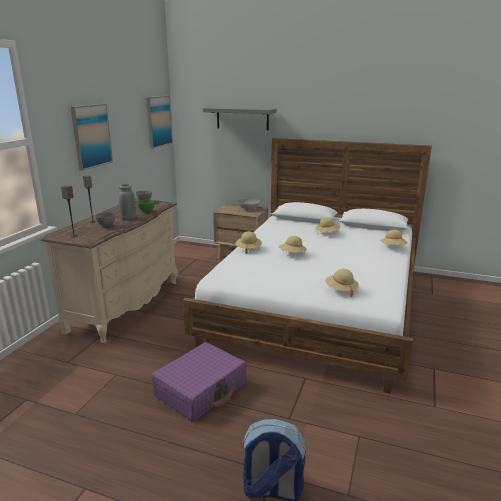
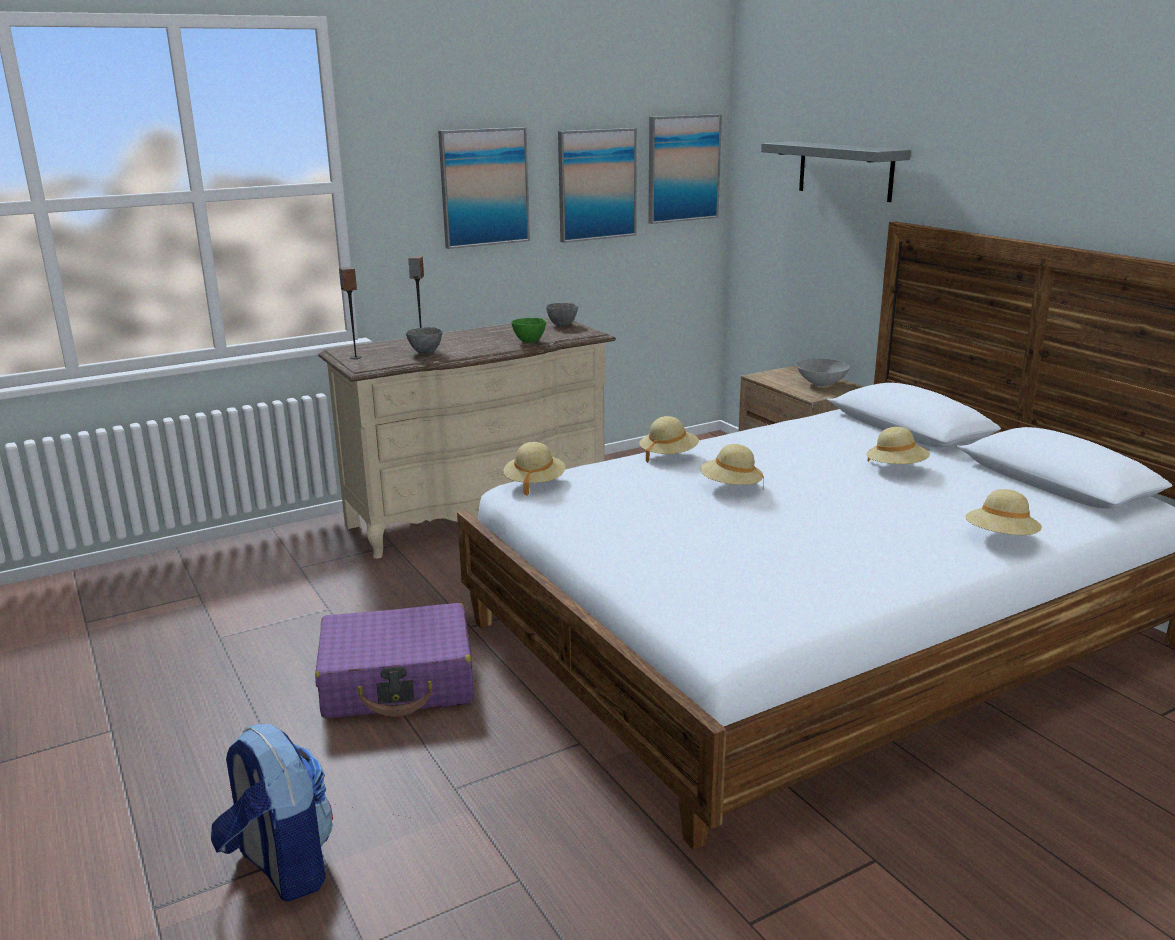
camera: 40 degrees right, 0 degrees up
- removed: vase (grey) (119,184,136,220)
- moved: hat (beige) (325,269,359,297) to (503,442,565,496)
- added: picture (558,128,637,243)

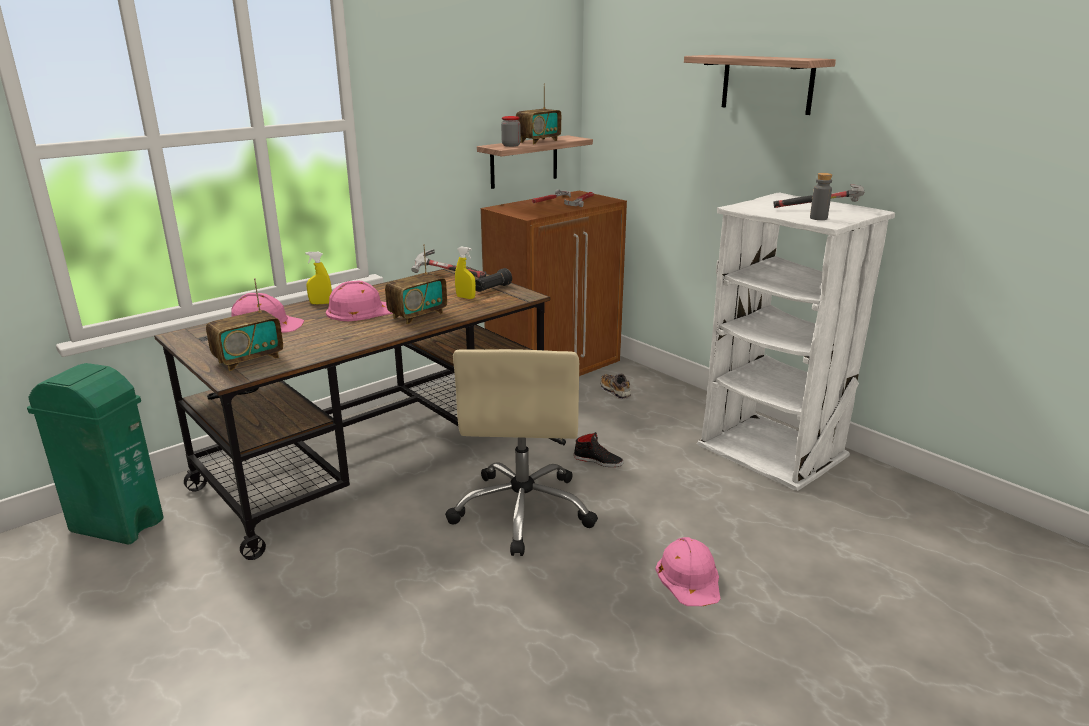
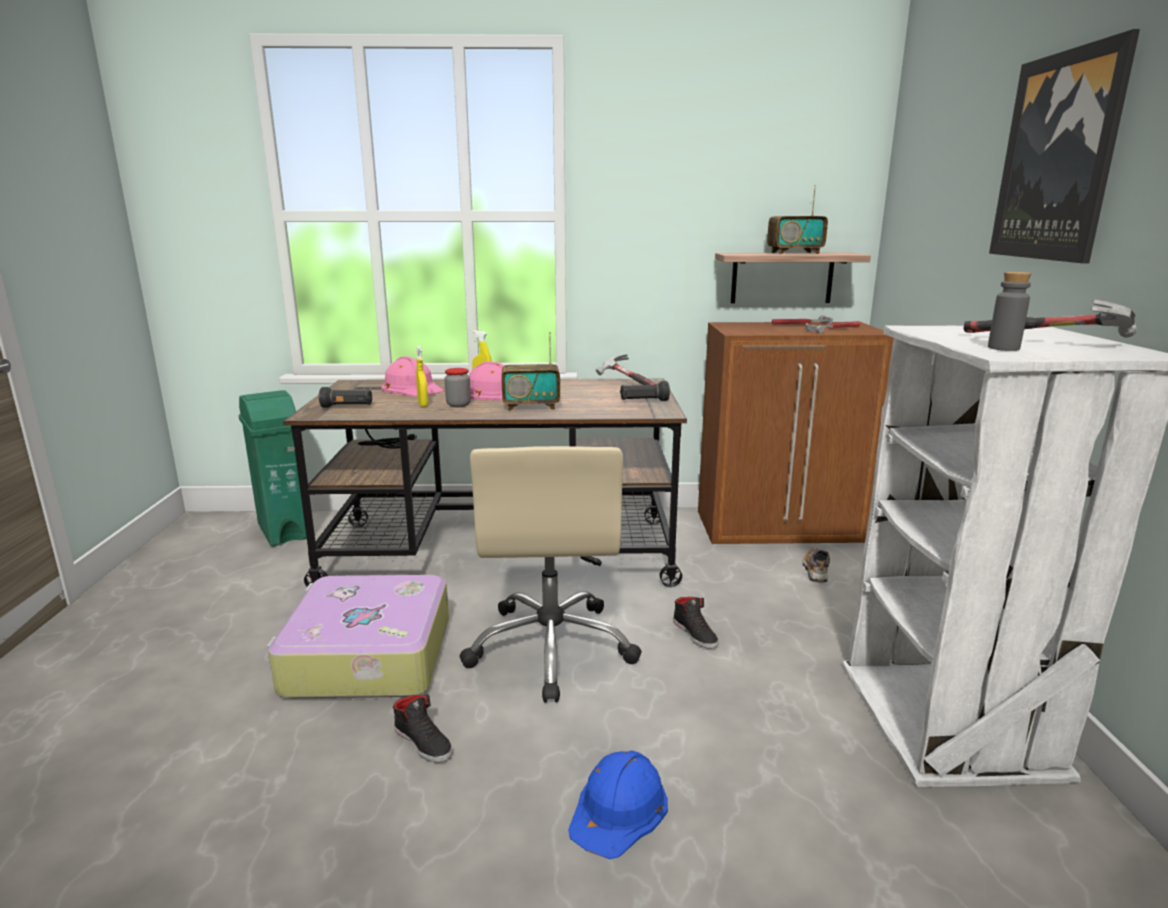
camera: 40 degrees right, 5 degrees down
- replaced: shelf (684,55,836,115) to picture (989,29,1140,264)
- moved: jar (501,116,521,147) to (445,368,471,407)
- moved: spray bottle (yellow) (455,247,476,299) to (416,346,428,407)
- replaced: radio (206,278,283,371) to flashlight (black) (319,387,372,408)
- turned: office chair (beige) (445,349,598,556) = (460,446,642,703) 45 degrees counterclockwise
- recoloured: hard hat (pink) (656,537,720,606) to hard hat (blue) (568,750,668,859)
- added: suitcase (267,575,449,698)
- added: shoe (black) (393,695,452,762)

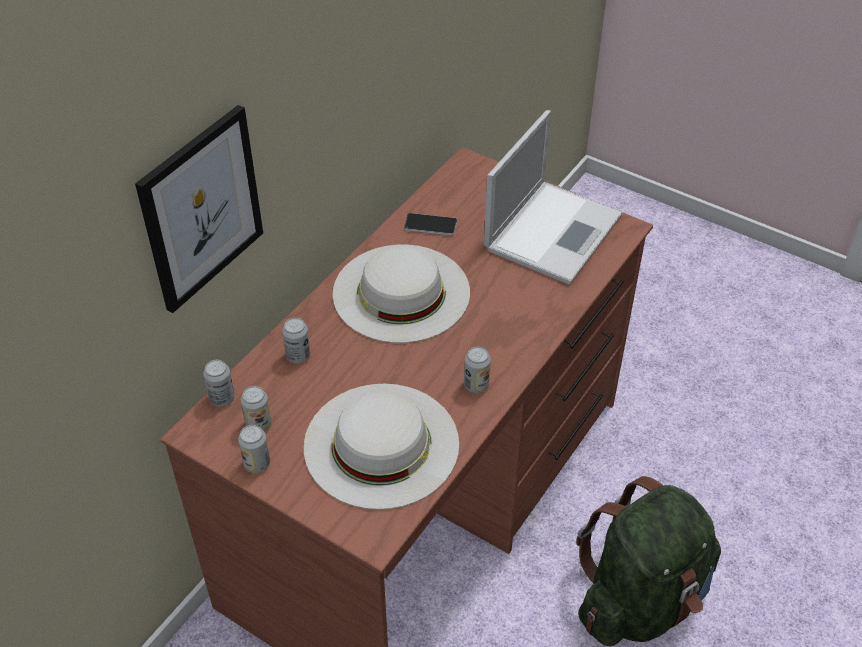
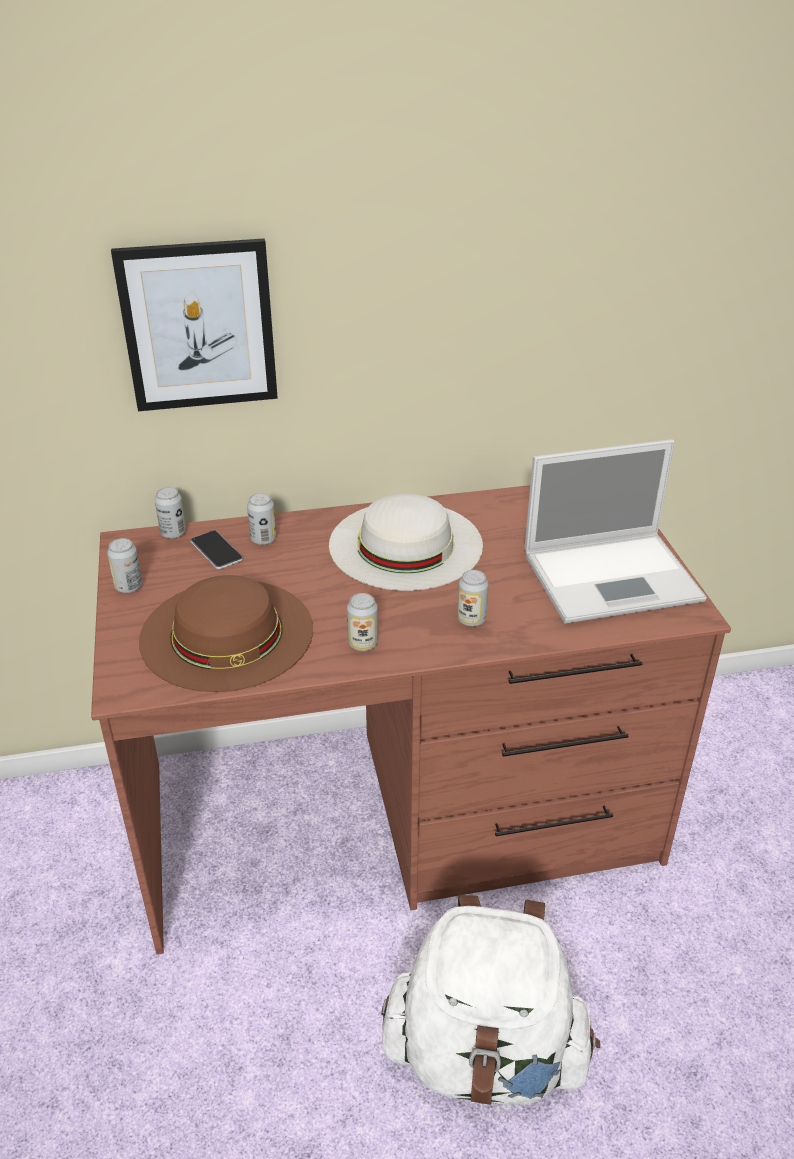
camera: 45 degrees right, 10 degrees down
- moved: phone (404,213,457,236) to (191,530,243,569)
- recoloured: hat (white) (304,384,459,510) to hat (brown) (139,575,313,692)
- moved: can (241,386,272,432) to (457,570,489,626)
- recoloured: backpack (green) (576,476,721,646) to backpack (white) (381,895,600,1105)

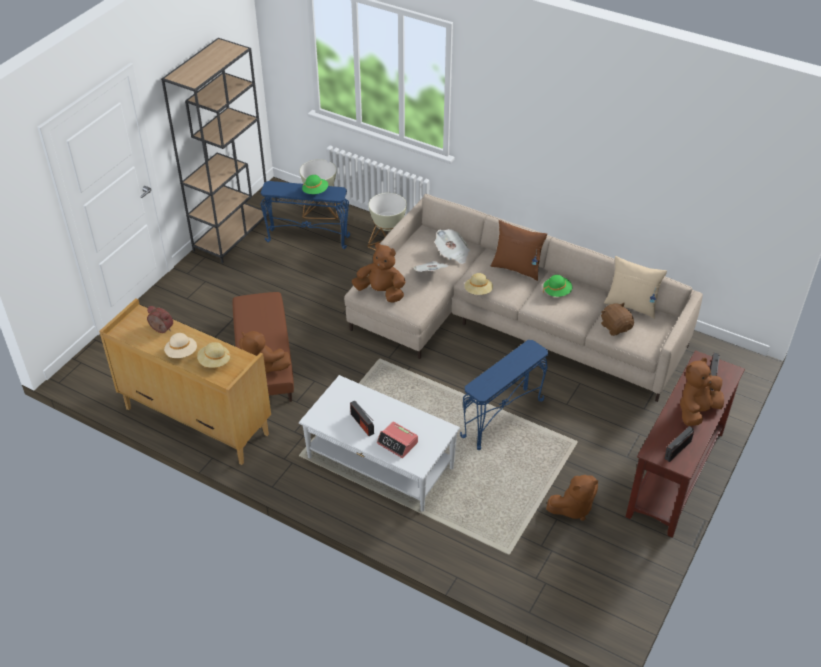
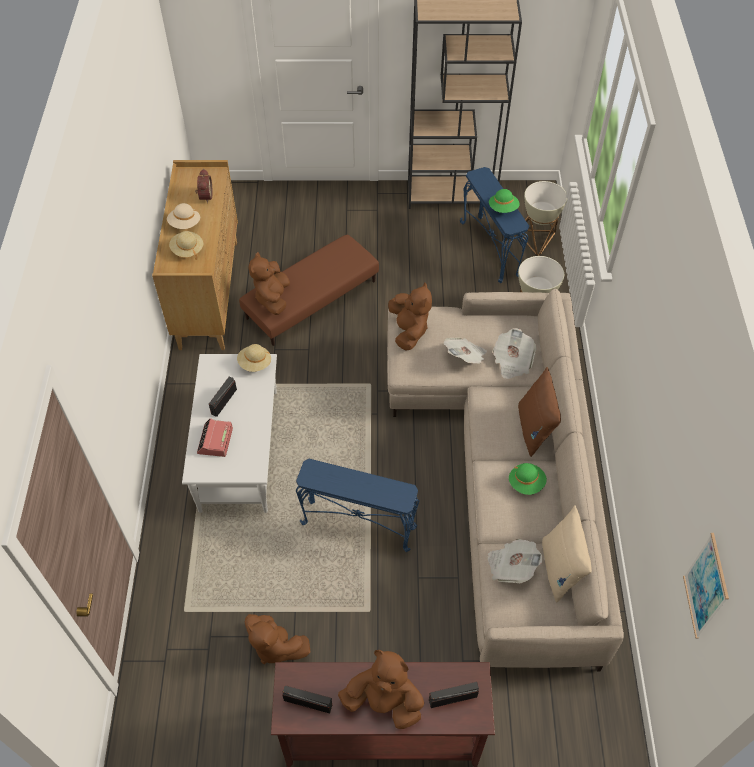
camera: 60 degrees right, 10 degrees up
- moved: hat (beige) (465,273,493,295) to (237,344,271,372)
- replaced: plush toy (brown) (601,303,634,336) to newspaper (487,539,542,584)
- added: picture (683,533,729,638)

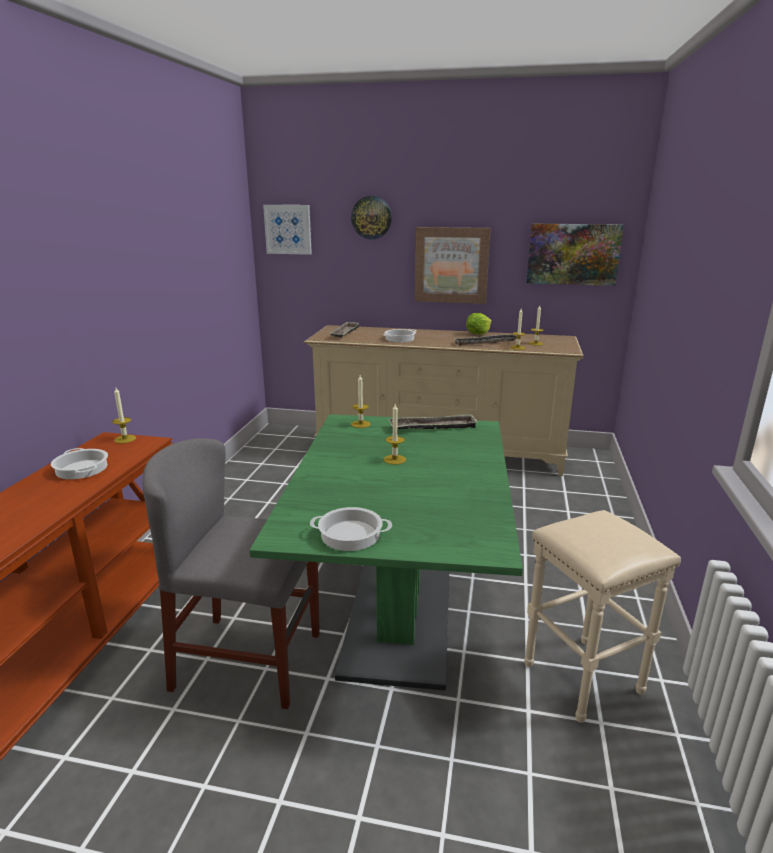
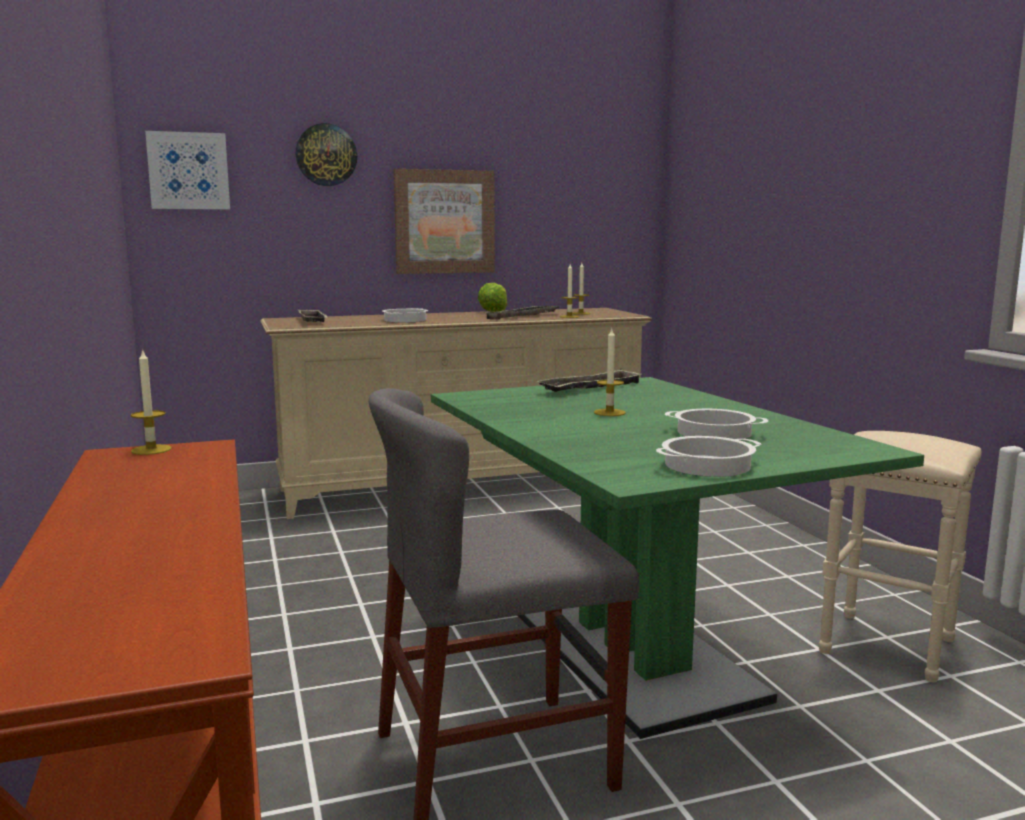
camera: 30 degrees left, 10 degrees down
- removed: picture (526,223,624,286)
- removed: candle (351,375,371,428)
- moved: cooking pot (51,448,108,479) to (665,409,768,439)

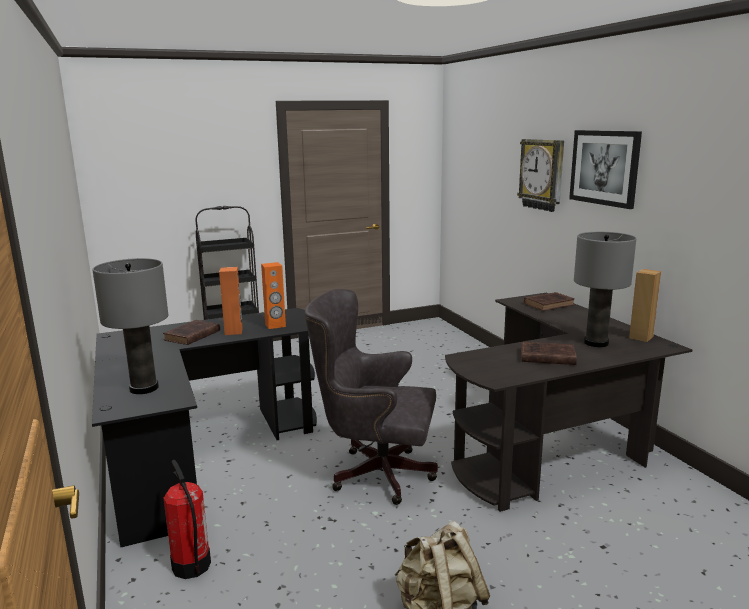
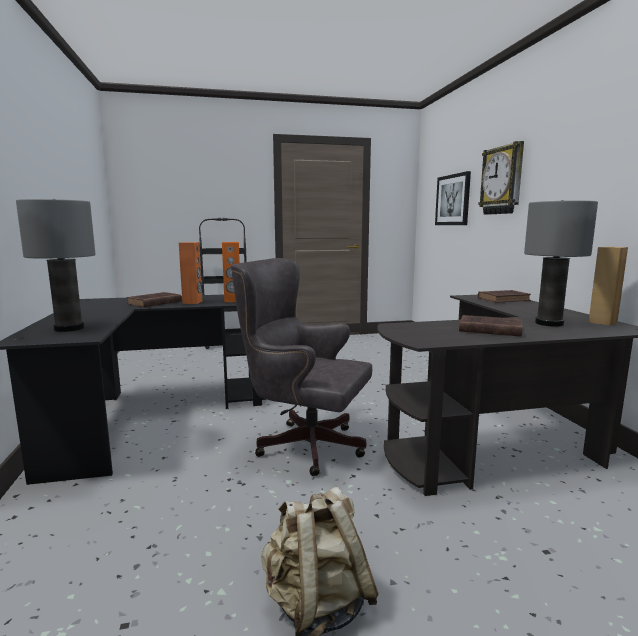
camera: 10 degrees right, 5 degrees down
- moved: picture (569,130,642,209) to (435,171,471,225)
- removed: fire extinguisher (163,460,211,579)

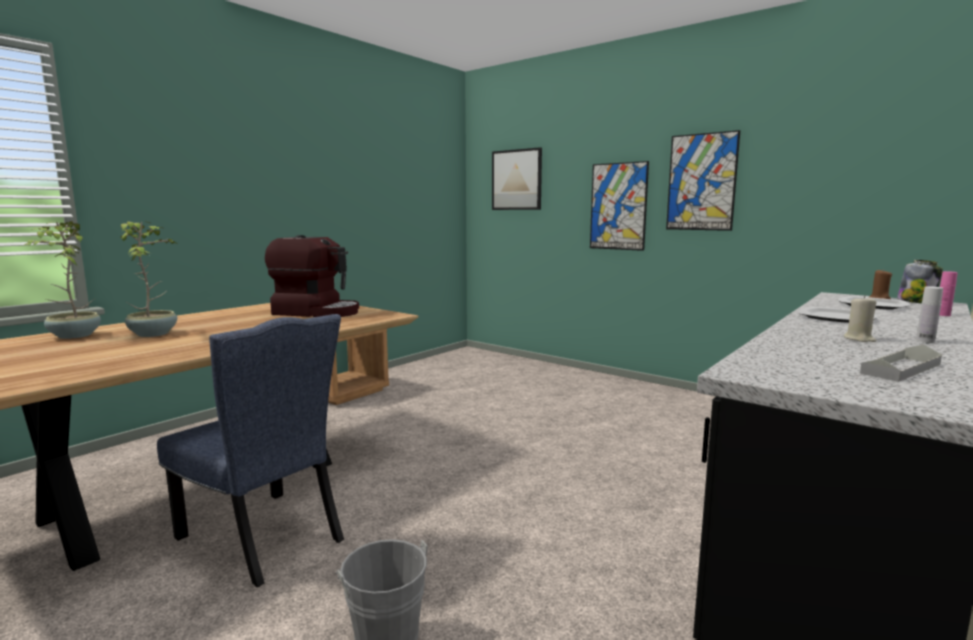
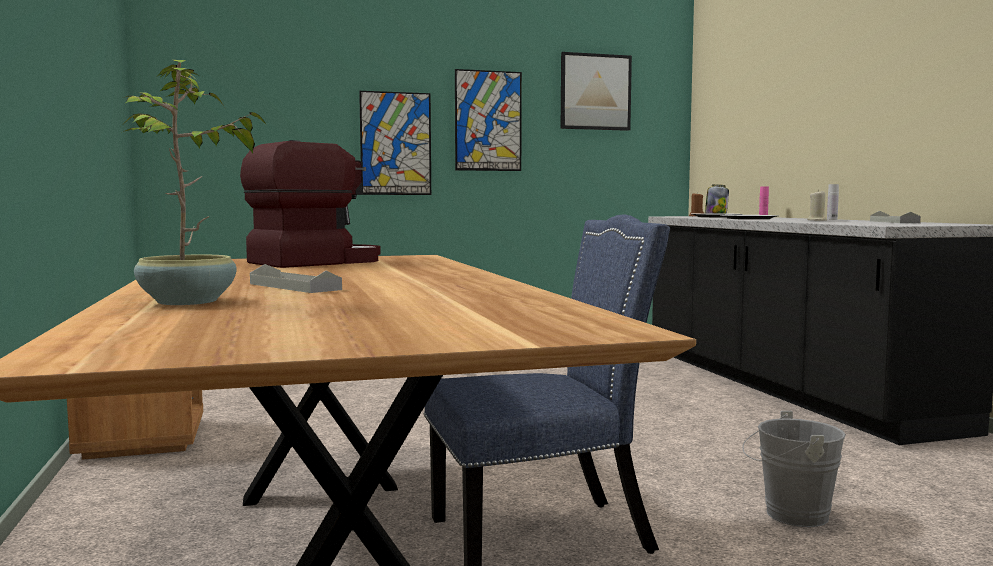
camera: 55 degrees left, 5 degrees down
- moved: picture (492,147,542,210) to (561,52,632,131)
- replaced: potted plant (121,221,177,337) to tray (grey) (250,264,342,293)

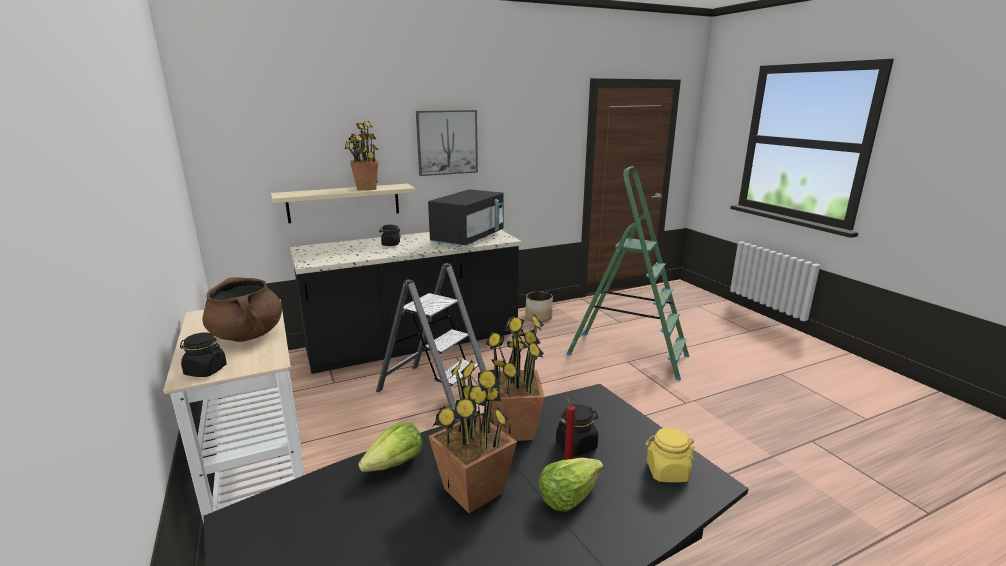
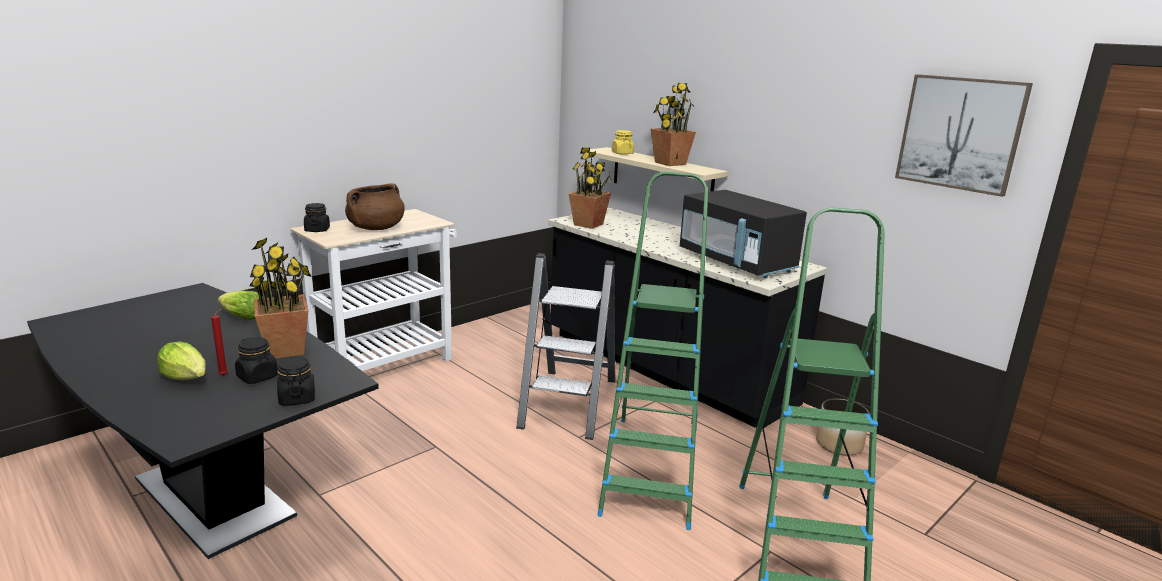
camera: 70 degrees right, 0 degrees up
- moved: picture (416,110,478,176) to (895,74,1033,197)
- turned: microwave (black) (428,189,504,247) = (680,190,807,278) 45 degrees clockwise
- moved: jar (black) (379,225,401,246) to (277,357,315,406)
- moved: potted plant (428,359,517,513) to (569,148,611,229)
- moved: jar (yellow) (645,428,695,482) to (612,130,634,155)
- added: step ladder (green) (598,172,708,530)

